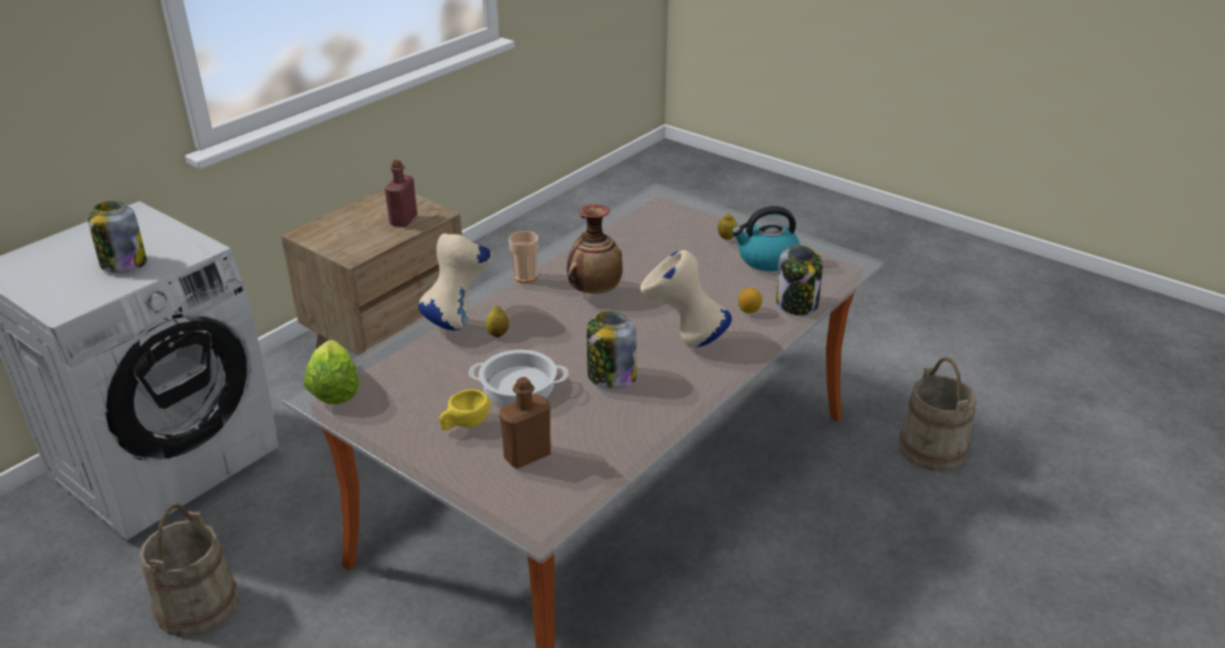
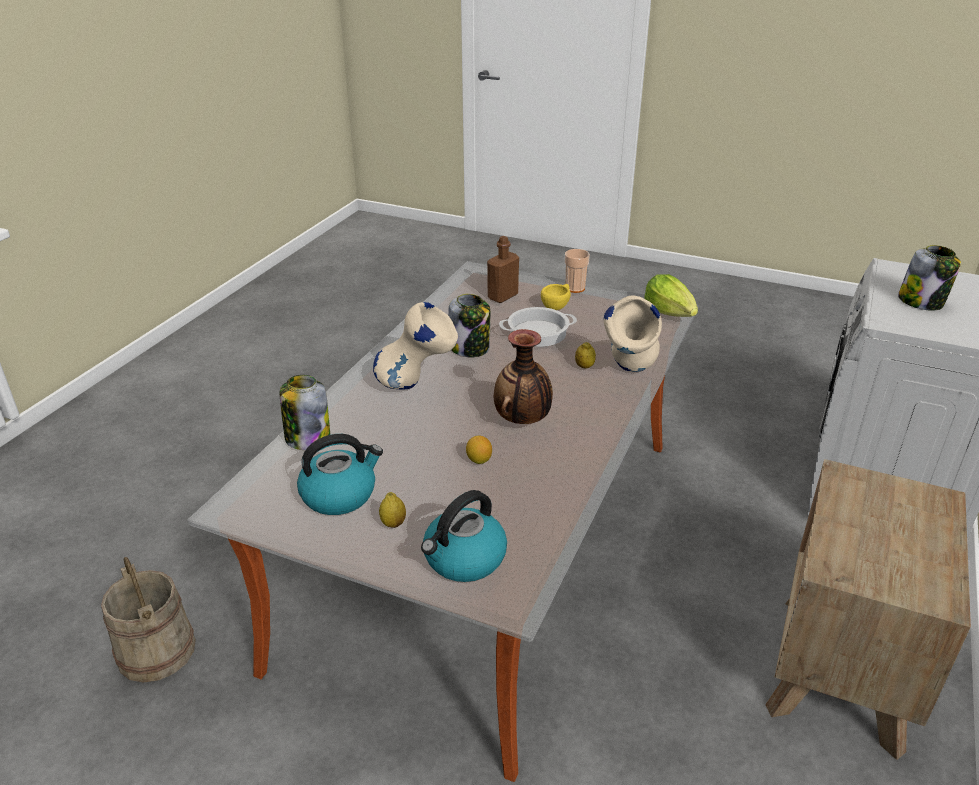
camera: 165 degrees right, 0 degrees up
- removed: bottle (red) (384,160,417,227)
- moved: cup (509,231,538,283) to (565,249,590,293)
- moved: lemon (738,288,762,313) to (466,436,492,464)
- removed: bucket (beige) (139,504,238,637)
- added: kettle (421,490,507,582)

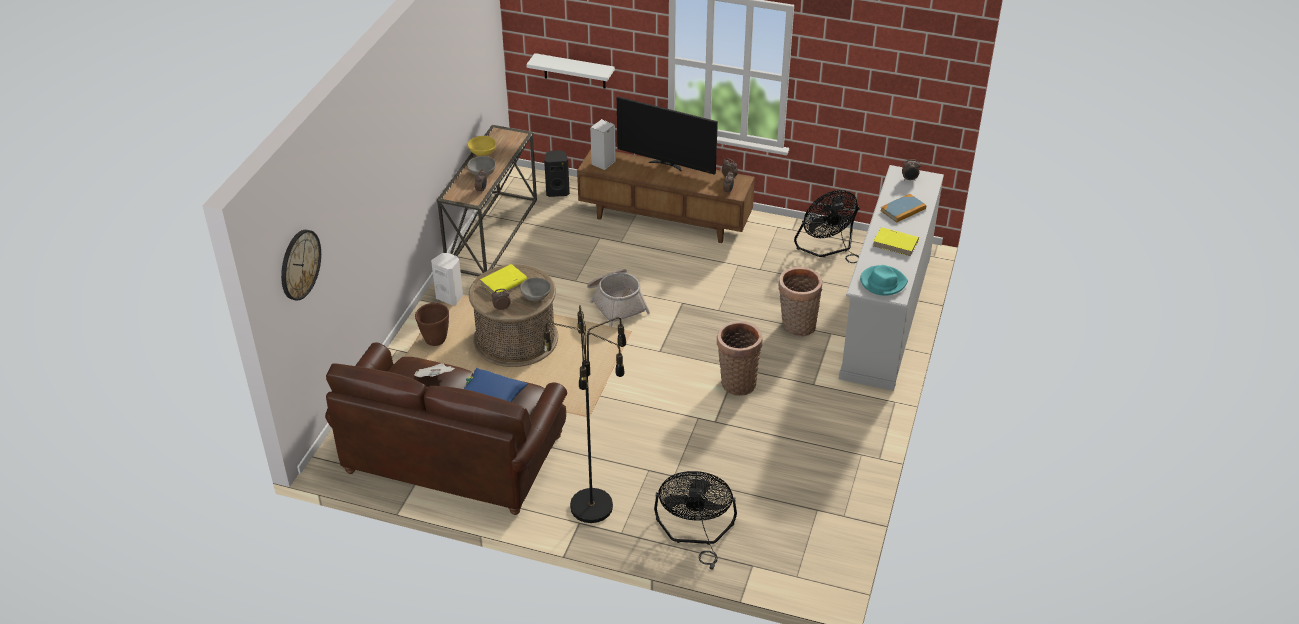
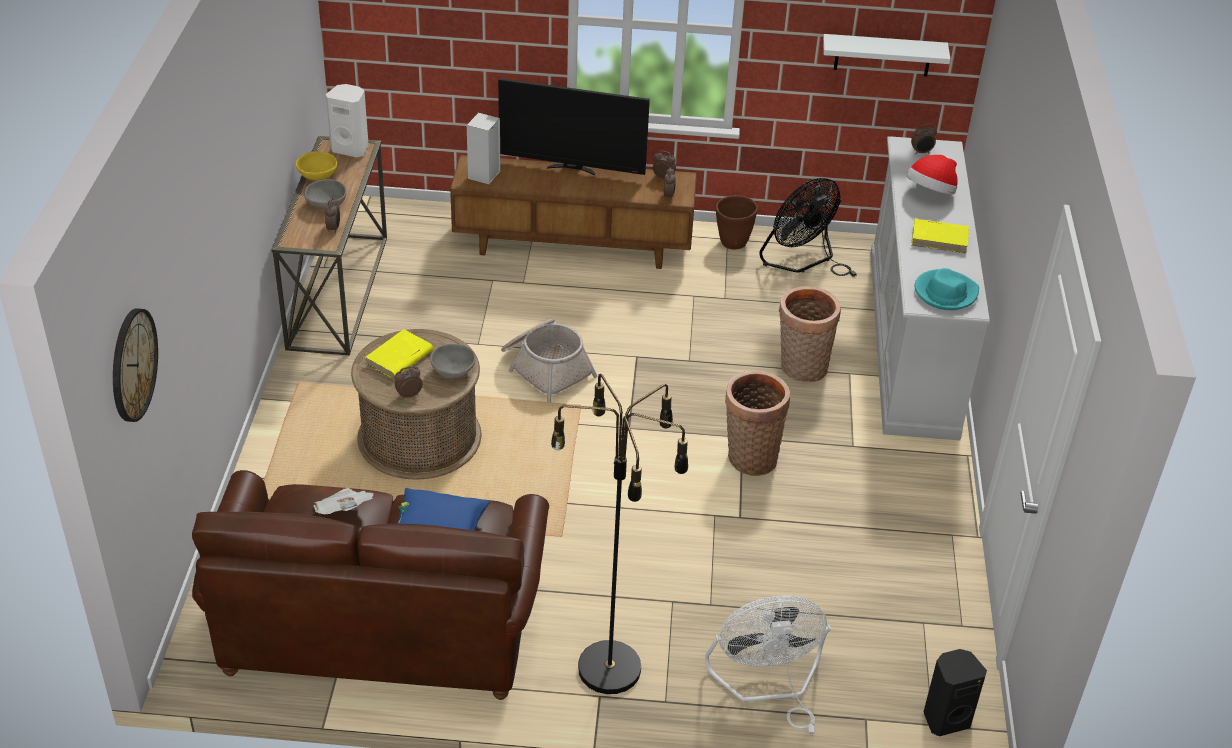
camera: 15 degrees left, 0 degrees up
- moved: shelf (white) (526,53,615,88) to (823,34,951,76)
- moved: speaker (black) (544,150,570,197) to (924,649,987,736)
- replaced: book (880,194,926,223) to hat (906,155,958,195)
- moved: speaker (white) (431,253,463,305) to (326,84,369,157)
- moved: planter (brown) (415,303,449,346) to (716,195,758,250)
- recoloured: fan (black) (654,471,737,570) to fan (white) (705,596,831,734)

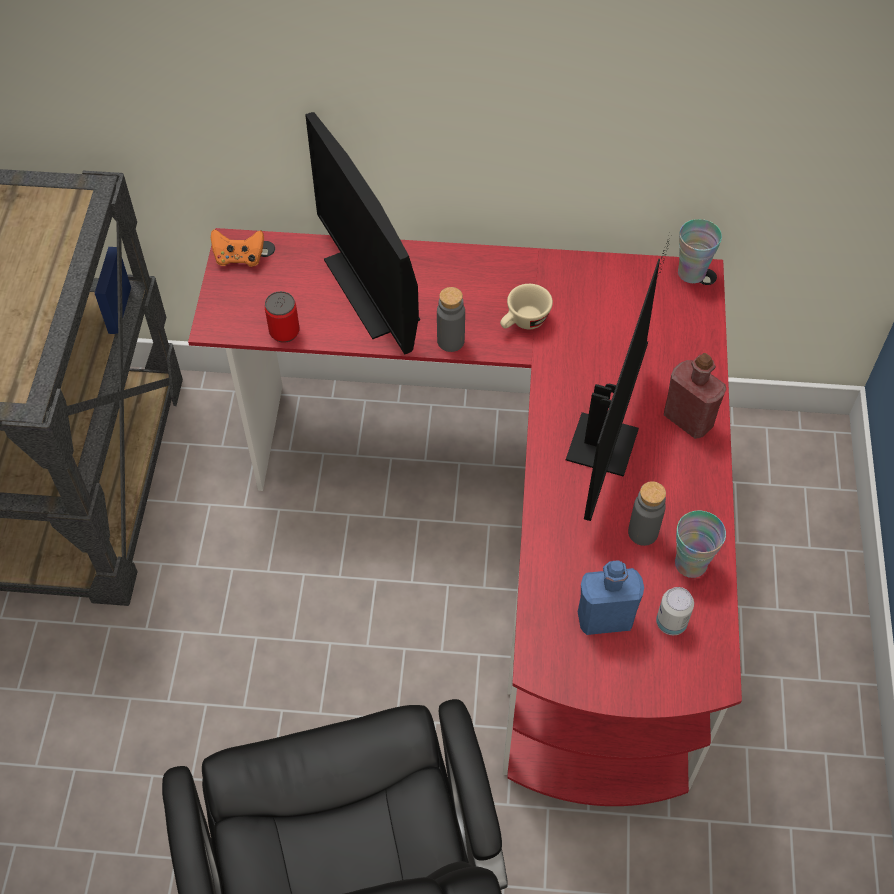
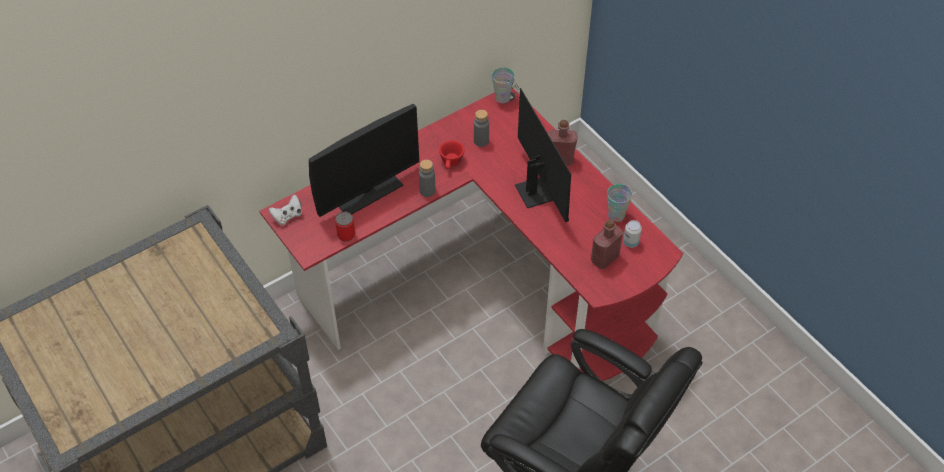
camera: 40 degrees left, 5 degrees down
- turned: monitor (305,112,420,355) = (309,104,419,217) 60 degrees counterclockwise
- recoloured: game controller (orange) (211,229,264,267) to game controller (white) (269,194,302,225)
- recoloured: cup (beige) (500,284,553,329) to cup (red) (439,140,465,170)
- moved: bottle (grey) (628,481,666,546) to (474,110,489,147)
- recoloured: bottle (blue) (578,560,644,635) to bottle (red) (591,219,623,269)

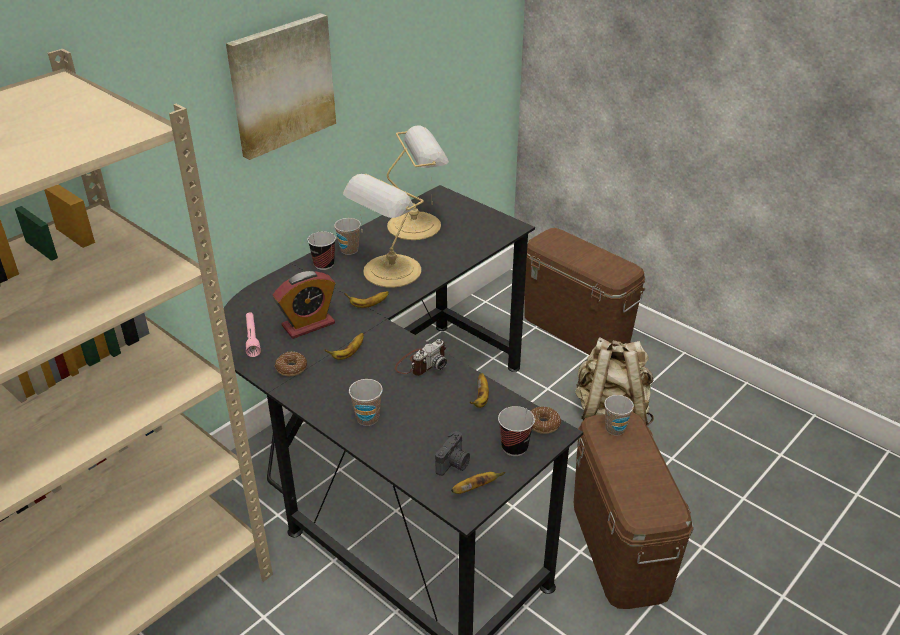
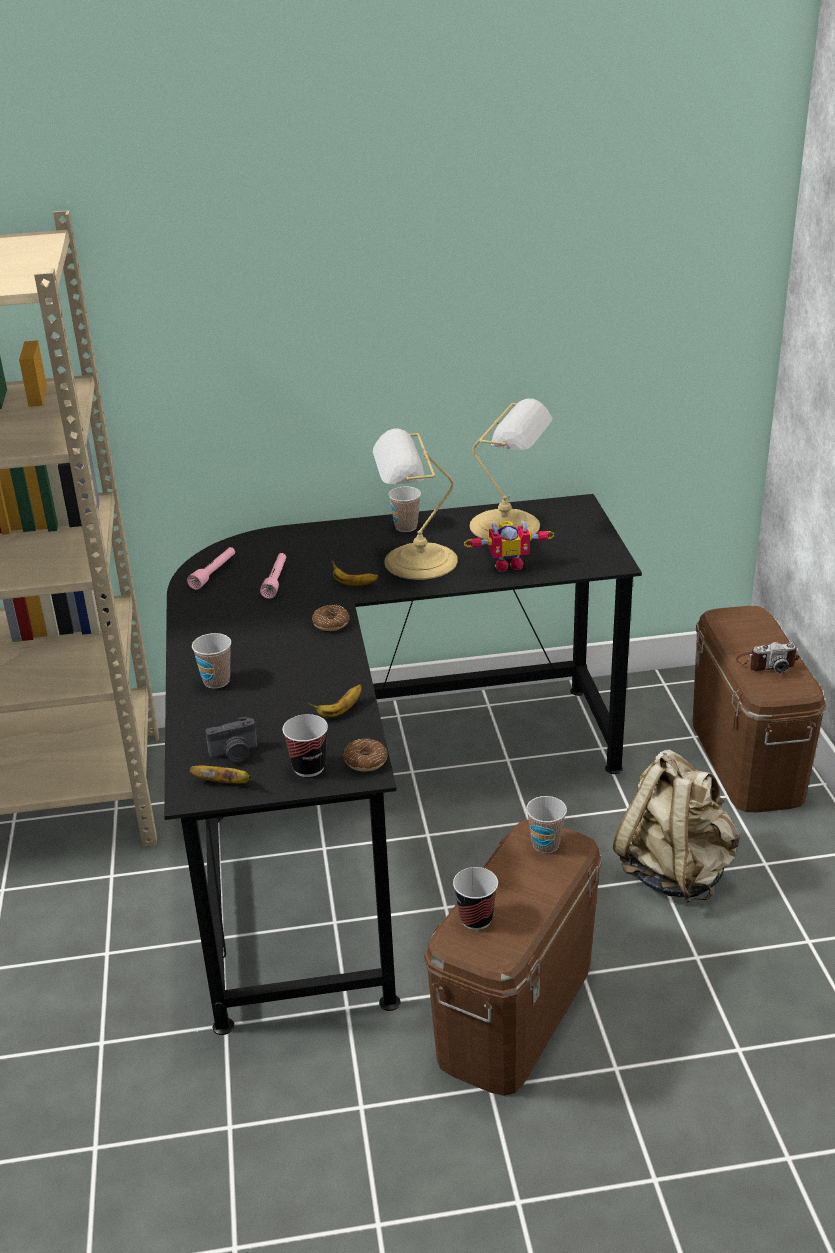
camera: 40 degrees right, 5 degrees down
- removed: picture (226,13,336,160)
- moved: cup (307,231,336,270) to (453,867,498,930)
- replaced: alarm clock (273,271,335,339) to flashlight (pink) (260,553,286,599)
- removed: banana (325,333,364,360)
- moved: photo camera (395,339,447,376) to (736,642,799,673)
- moved: donut (275,352,307,376) to (312,605,349,631)
- added: toy robot (464,520,555,572)

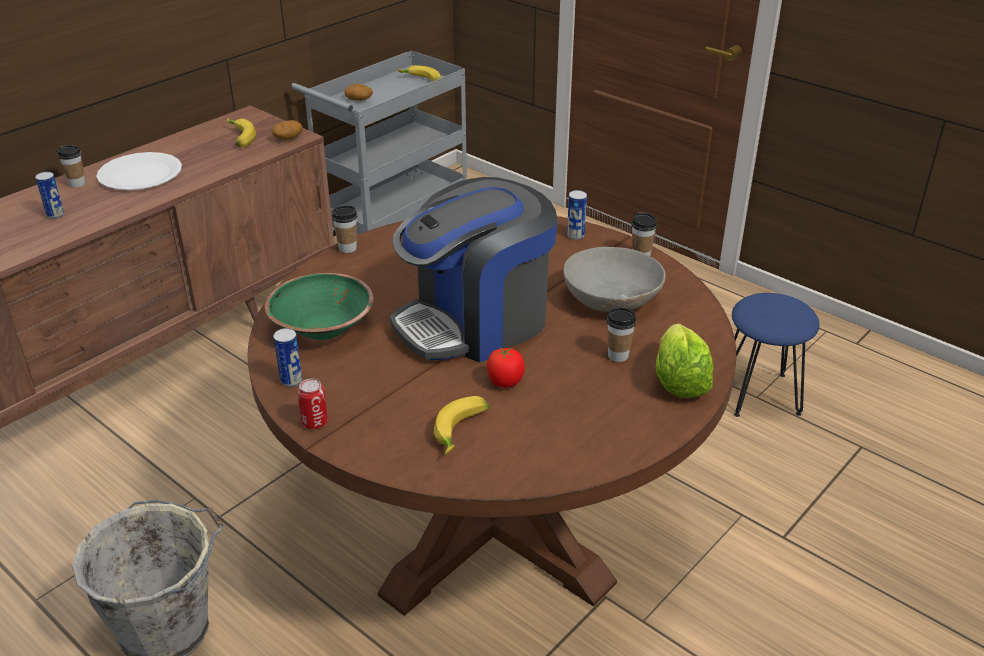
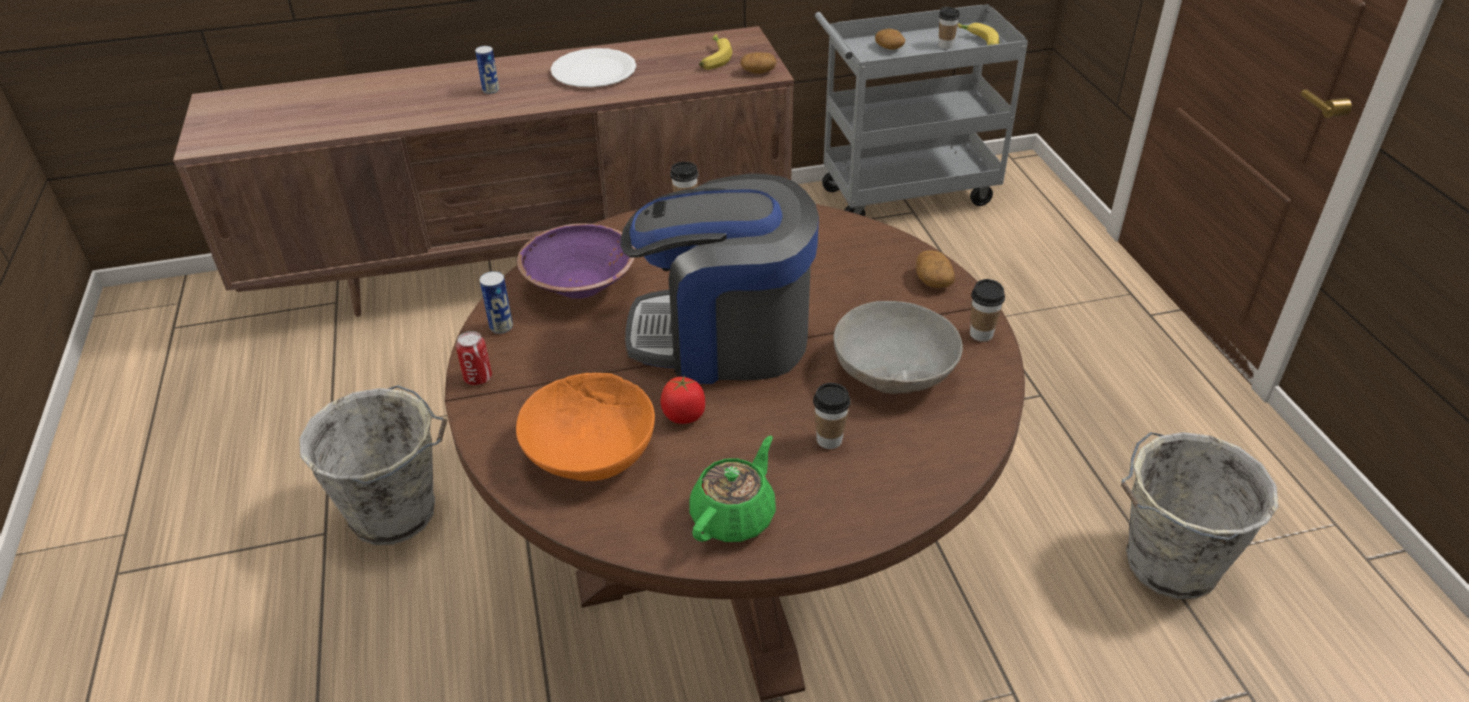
camera: 35 degrees right, 5 degrees up
- moved: cup (57,145,85,188) to (939,7,960,49)
- replaced: can (567,190,587,240) to potato (916,250,955,288)
- recoloured: bowl (green) (265,273,374,340) to bowl (purple) (517,223,635,299)
- replaced: stool (blue) (732,293,820,417) to bucket (grey) (1121,432,1278,599)
- removed: lettuce (656,324,714,398)
- replaced: banana (434,396,490,455) to bowl (orange) (516,373,655,481)
- added: teapot (green) (689,436,776,542)

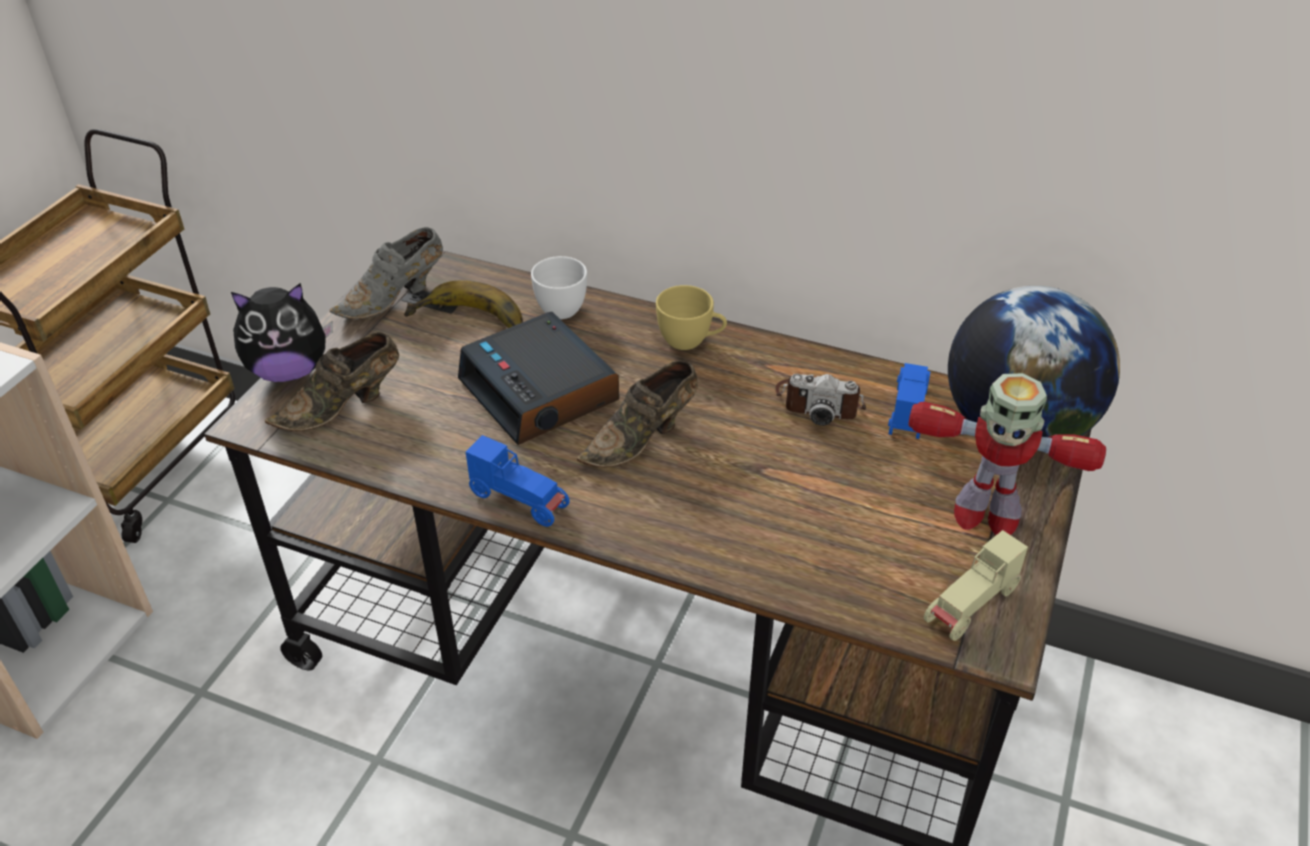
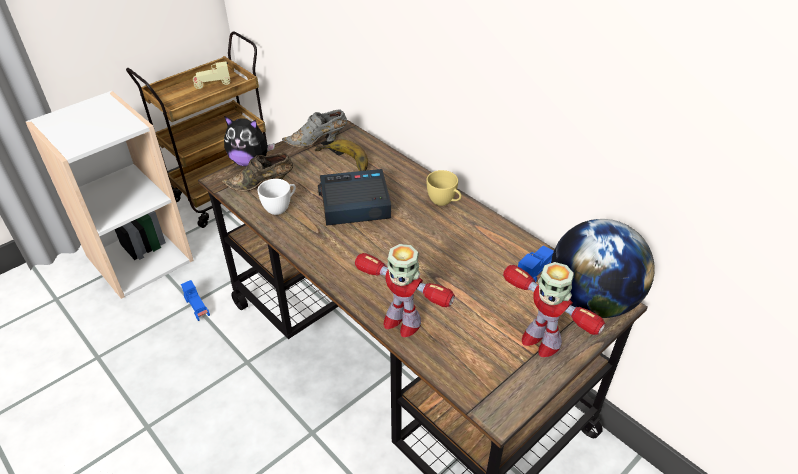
camera: 25 degrees right, 0 degrees up
- moved: cup (white) (531,256,587,319) to (258,179,296,215)
- turned: alarm clock (458,312,619,445) = (318,169,391,226) 90 degrees clockwise
- removed: shoe (brown) (577,360,698,468)
- removed: photo camera (775,373,866,426)
- moved: toy car (blue) (466,435,570,527) to (181,280,210,321)
- moved: toy car (beige) (923,530,1028,641) to (193,61,230,89)
- added: toy robot (355,244,455,337)

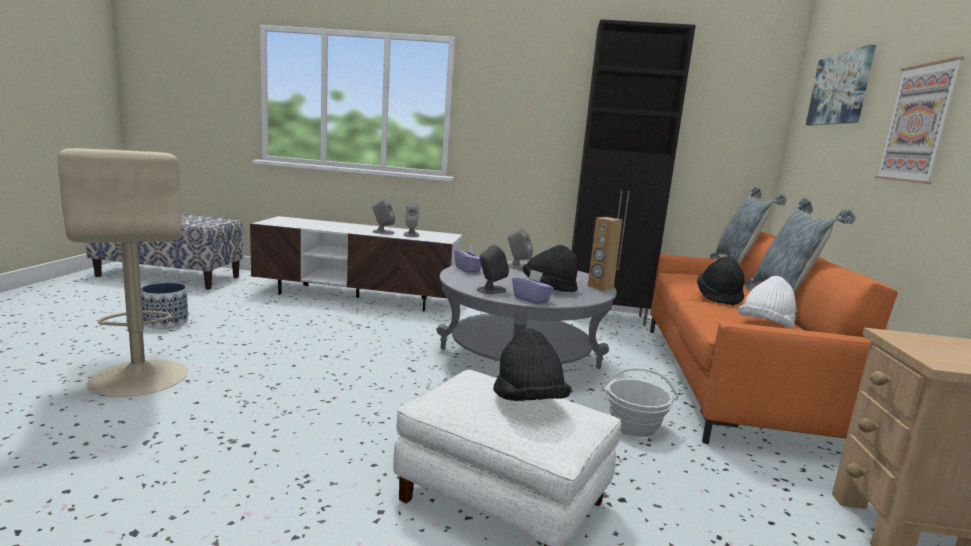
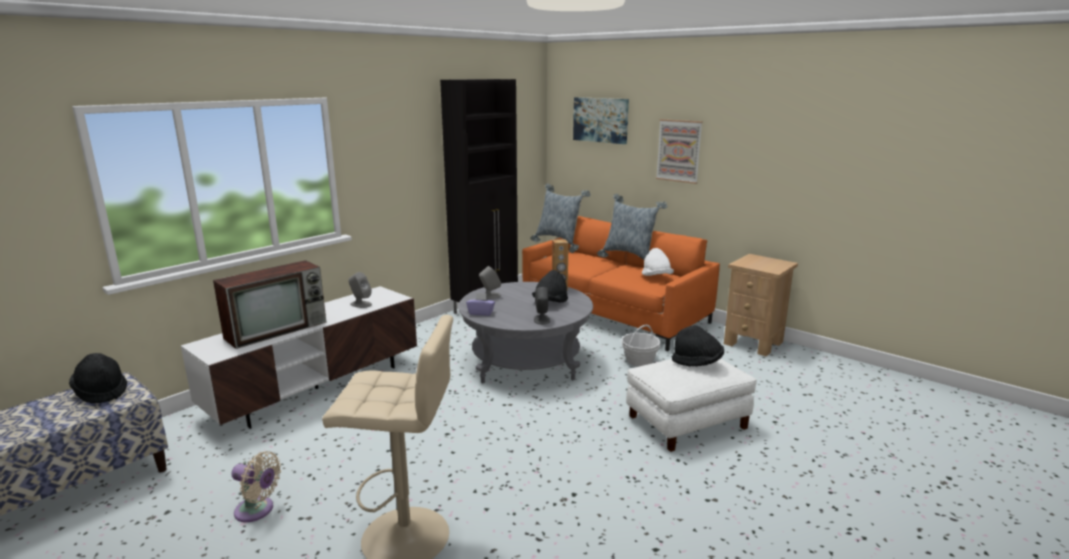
camera: 55 degrees left, 5 degrees up
- removed: speaker (grey) (372,199,395,234)
- moved: hat (black) (697,256,745,306) to (69,353,127,404)
- removed: tissue box (purple) (512,269,554,304)
- replaced: planter (141,283,188,329) to fan (beige) (231,451,281,522)
- added: television (213,260,327,349)

